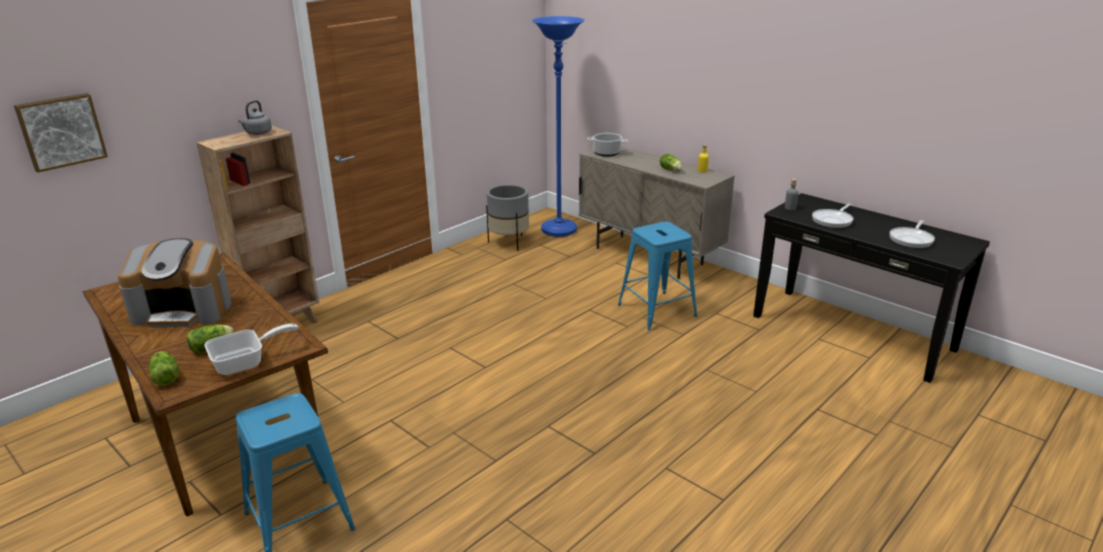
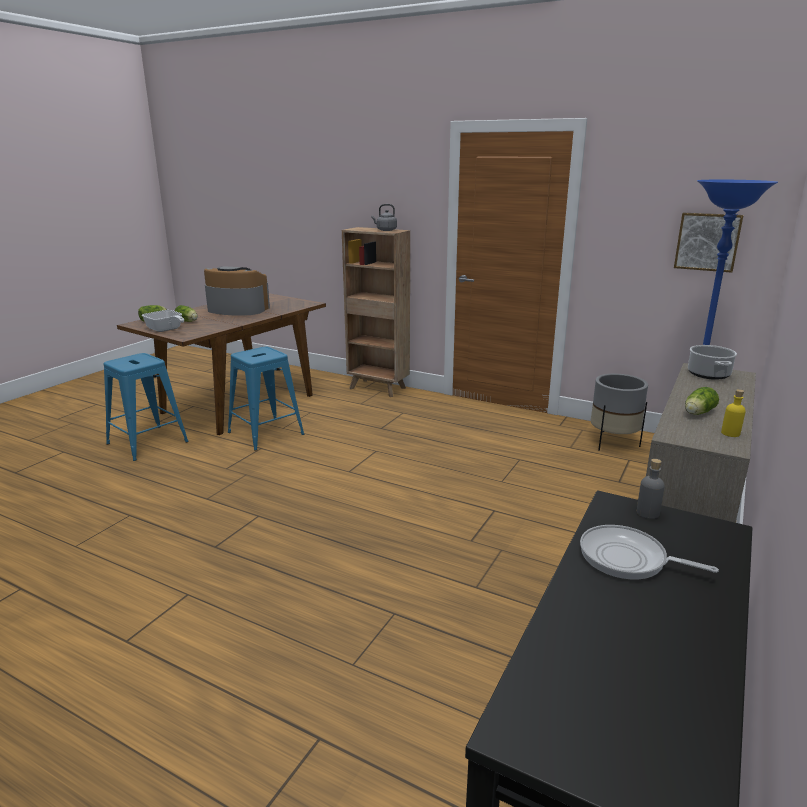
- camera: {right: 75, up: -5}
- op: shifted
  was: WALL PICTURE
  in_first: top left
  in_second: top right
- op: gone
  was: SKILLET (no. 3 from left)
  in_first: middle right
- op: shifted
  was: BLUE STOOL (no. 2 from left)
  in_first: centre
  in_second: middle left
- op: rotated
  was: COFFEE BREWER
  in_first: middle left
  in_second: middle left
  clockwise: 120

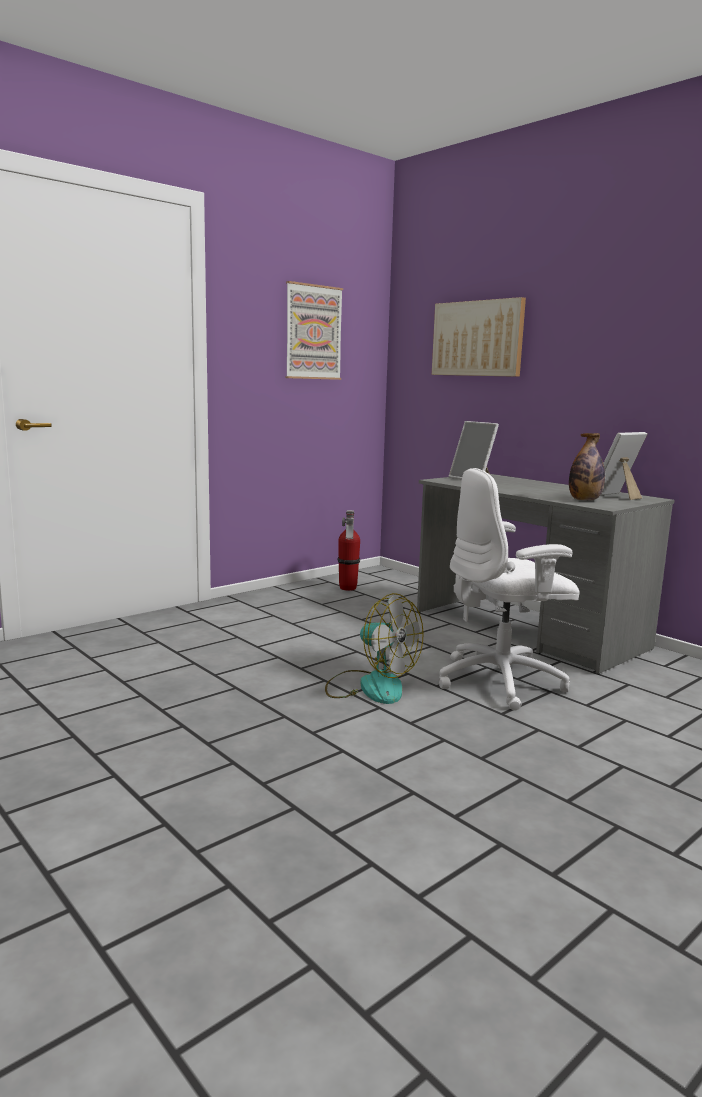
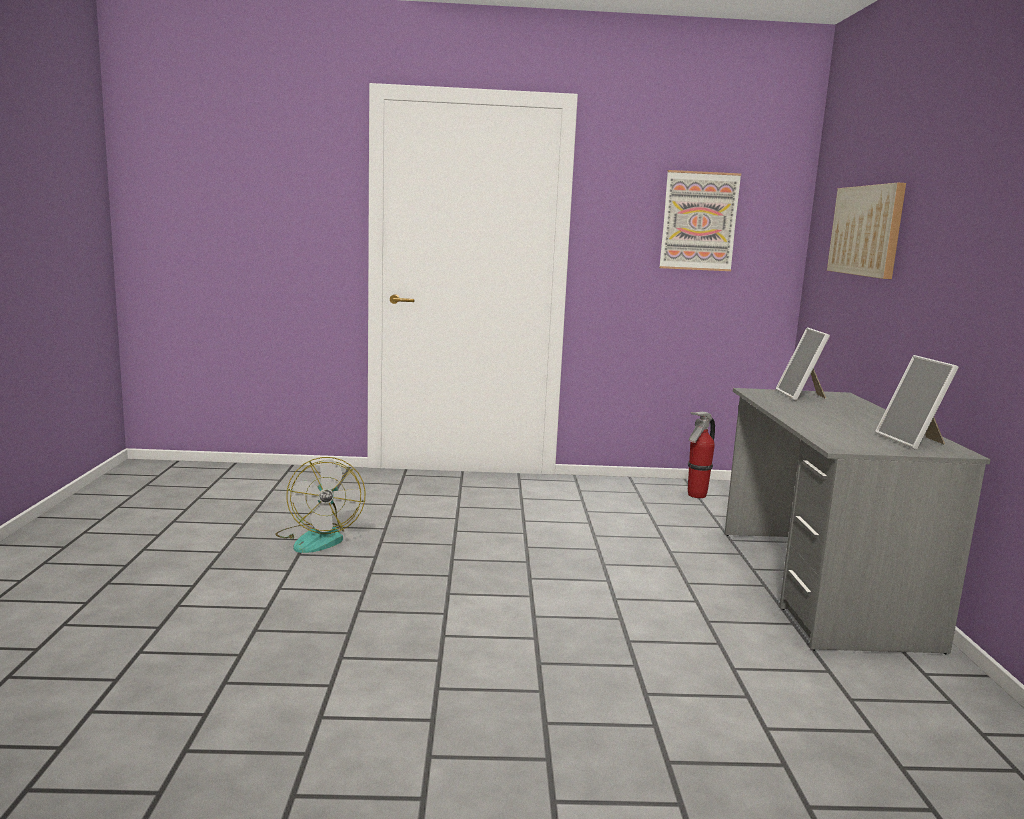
- camera: {right: 40, up: 0}
- op: rotated
  was: PHOTO FRAME (no. 2 from left)
  in_first: middle right
  in_second: middle right
  clockwise: -105
- op: gone
  was: DRINK BOTTLE
  in_first: middle right
- op: gone
  was: WHITE COMPUTER CHAIR
  in_first: middle right
- op: shifted
  was: ELECTRIC FAN
  in_first: centre
  in_second: middle left

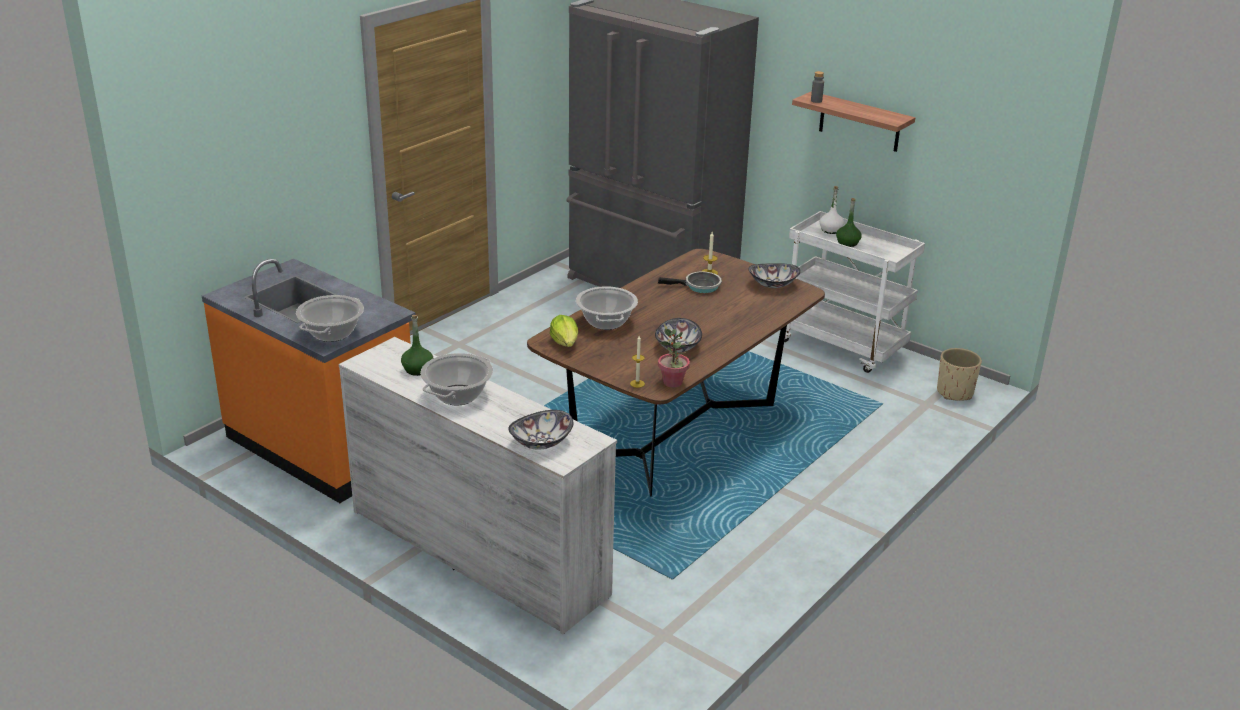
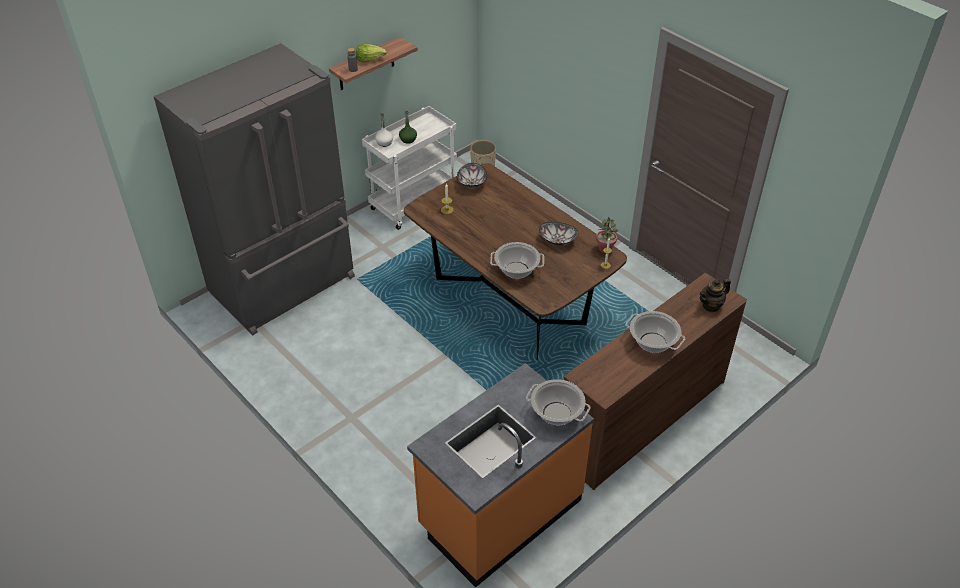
- camera: {right: -80, up: 15}
- op: gone
  was: SKILLET
  in_first: centre
- op: gone
  was: GREEN-COLOURED DRINK BOTTLE (no. 1 from left)
  in_first: centre
- op: shifted
  was: LETTUCE HEAD
  in_first: centre
  in_second: top centre
- op: repainted
  was: WHITE DRAWER CHEST
  now: BROWN DRAWER CHEST
  in_first: bottom centre
  in_second: middle right
- op: swapped
  was: BOWL (no. 1 from left)
  now: TEA POT
  in_first: centre
  in_second: middle right

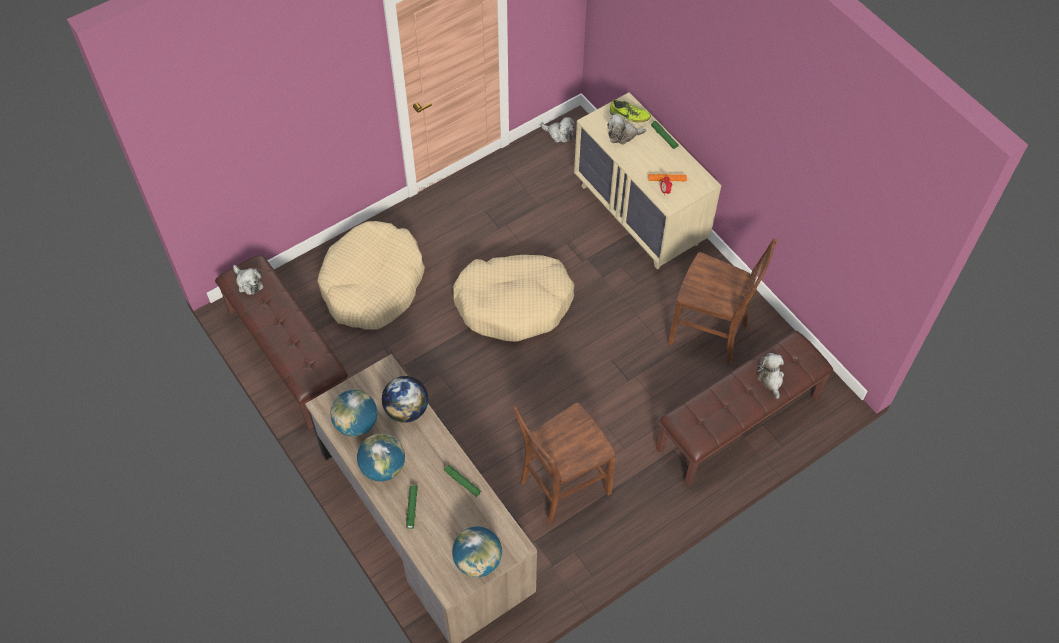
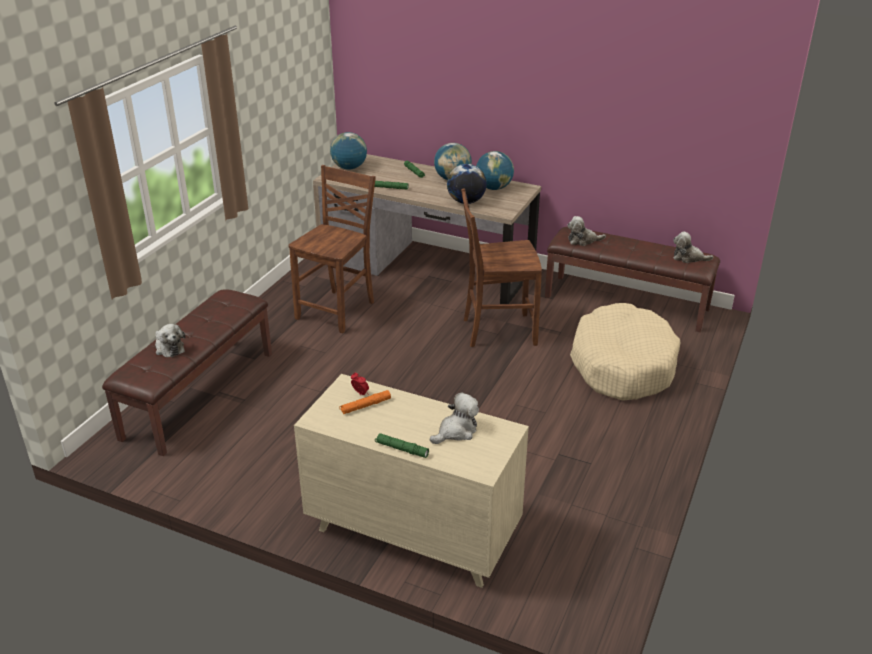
- camera: {right: 150, up: -25}
- op: gone
  was: ITEM OF FOOTWEAR
  in_first: top centre
- op: shifted
  was: PLUSH TOY (no. 2 from left in the first image)
  now: PLUSH TOY (no. 3 from left)
  in_first: top centre
  in_second: middle right
- op: shifted
  was: BROWN CHAIR (no. 2 from left)
  in_first: middle right
  in_second: centre
- op: gone
  was: SAND-COLOURED DOG BED (no. 2 from left)
  in_first: centre

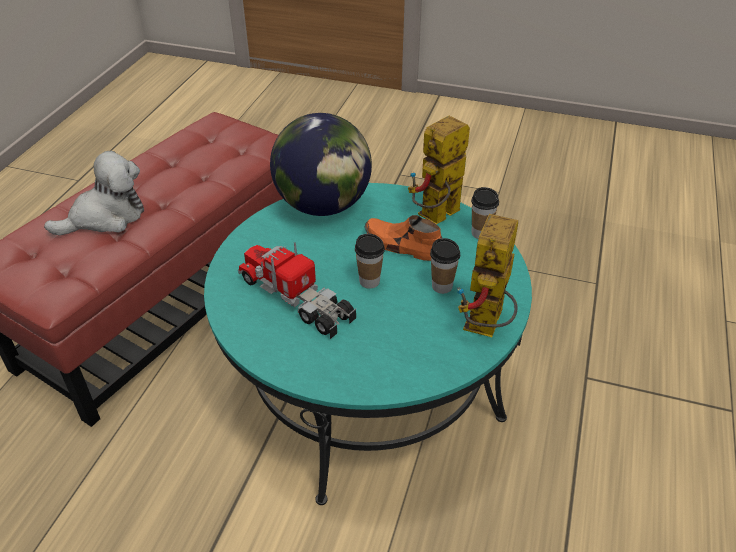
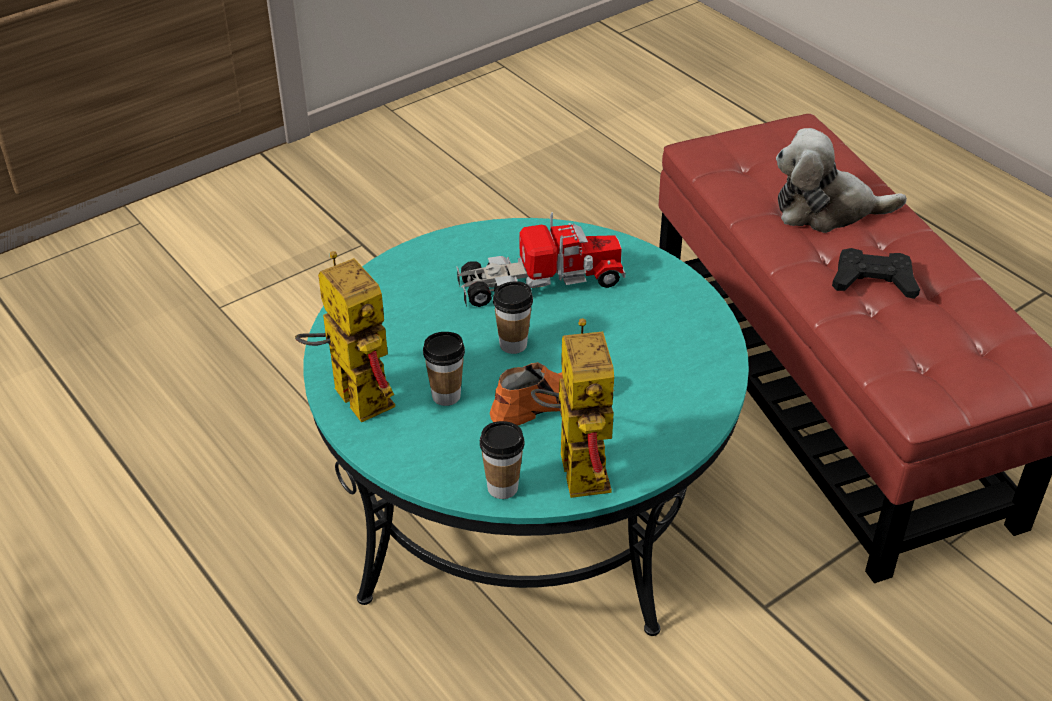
- camera: {right: 125, up: 0}
- op: gone
  was: WORLD GLOBE
  in_first: top centre
- op: rotated
  was: PLUSH TOY
  in_first: middle left
  in_second: top right
  clockwise: 90
- op: new
  now: BLACKISH GAMEPAD
  in_second: middle right

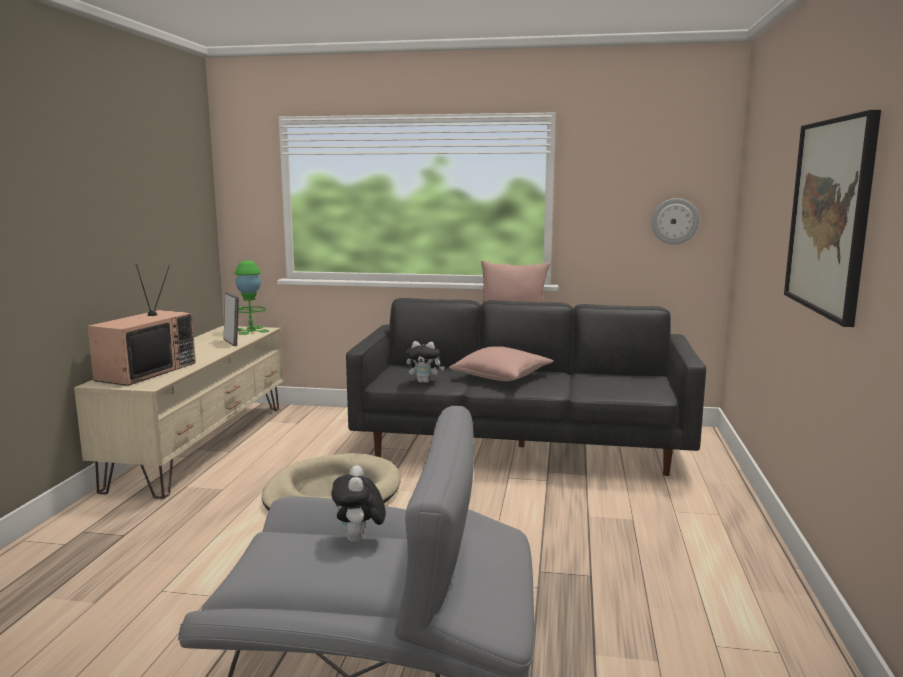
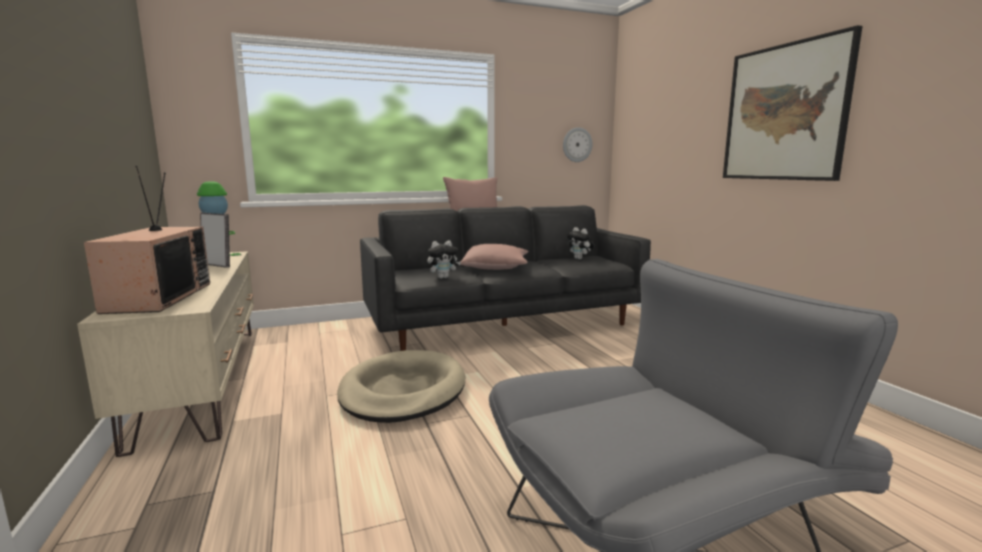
- camera: {right: -30, up: 0}
- op: shifted
  was: PLUSH TOY (no. 1 from left in the first image)
  now: PLUSH TOY (no. 2 from left)
  in_first: bottom centre
  in_second: centre

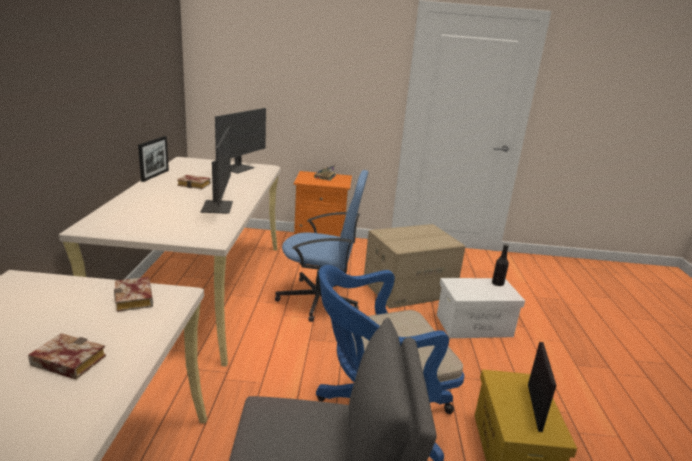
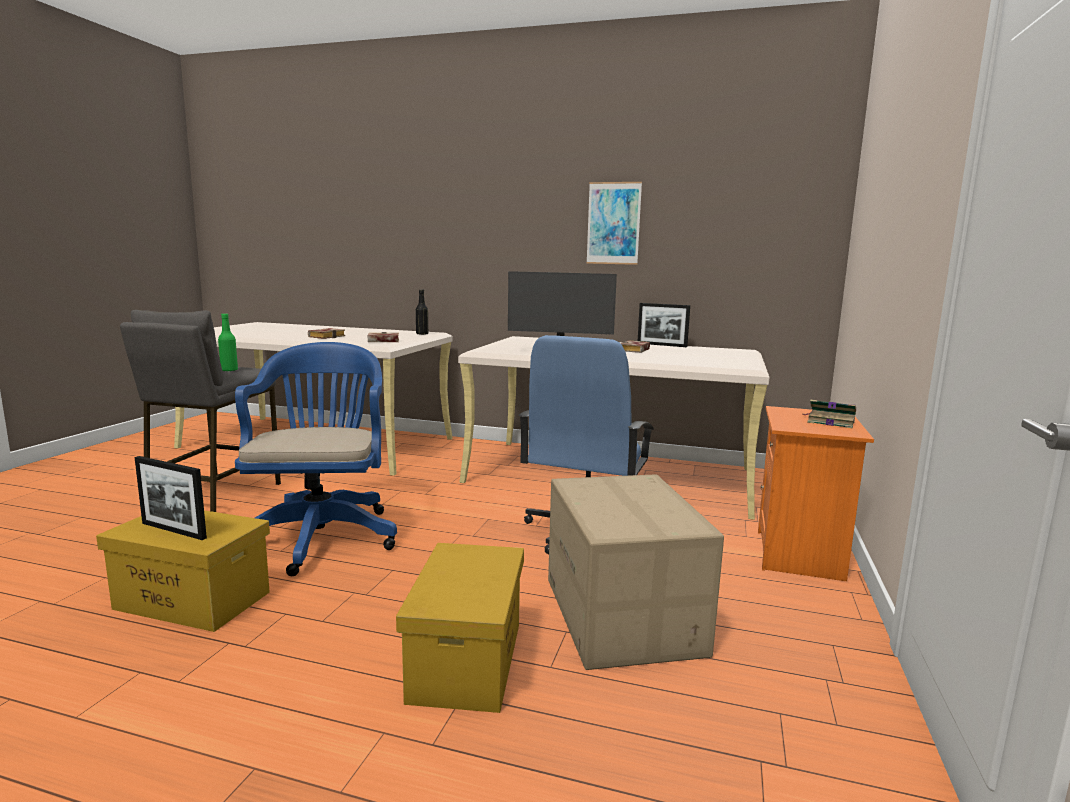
- camera: {right: 105, up: -10}
- op: gone
  was: COMPUTER DISPLAY (no. 2 from left)
  in_first: top centre
- op: shifted
  was: BLACKISH DRINK BOTTLE
  in_first: middle right
  in_second: centre
- op: repainted
  was: WHITE STORAGE BOX
  now: YELLOW-COLOURED STORAGE BOX (no. 2 from left)
  in_first: bottom right
  in_second: bottom centre
- op: new
  now: WALL PICTURE
  in_second: top centre
- op: new
  now: GREEN-COLOURED DRINK BOTTLE
  in_second: middle left

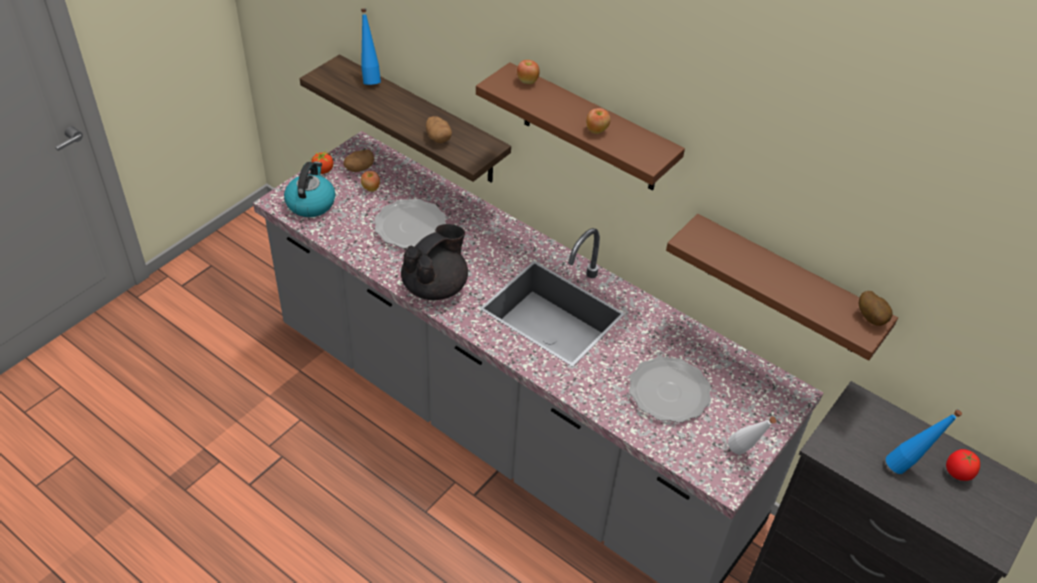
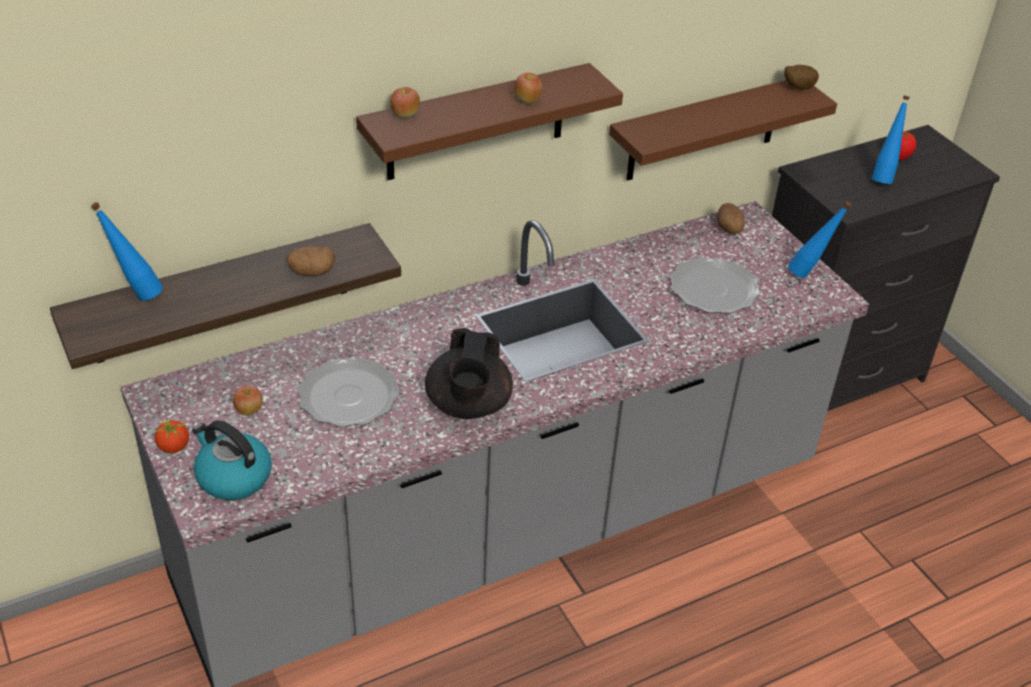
- camera: {right: -65, up: -5}
- op: shifted
  was: SPUD (no. 1 from left in the first image)
  now: SPUD (no. 2 from left)
  in_first: top centre
  in_second: top right
- op: rotated
  was: BLACKISH TEA POT
  in_first: centre
  in_second: centre
  clockwise: -150
- op: repainted
  was: WHITE DRINK BOTTLE
  now: BLUE DRINK BOTTLE (no. 2 from left)
  in_first: bottom right
  in_second: middle right

